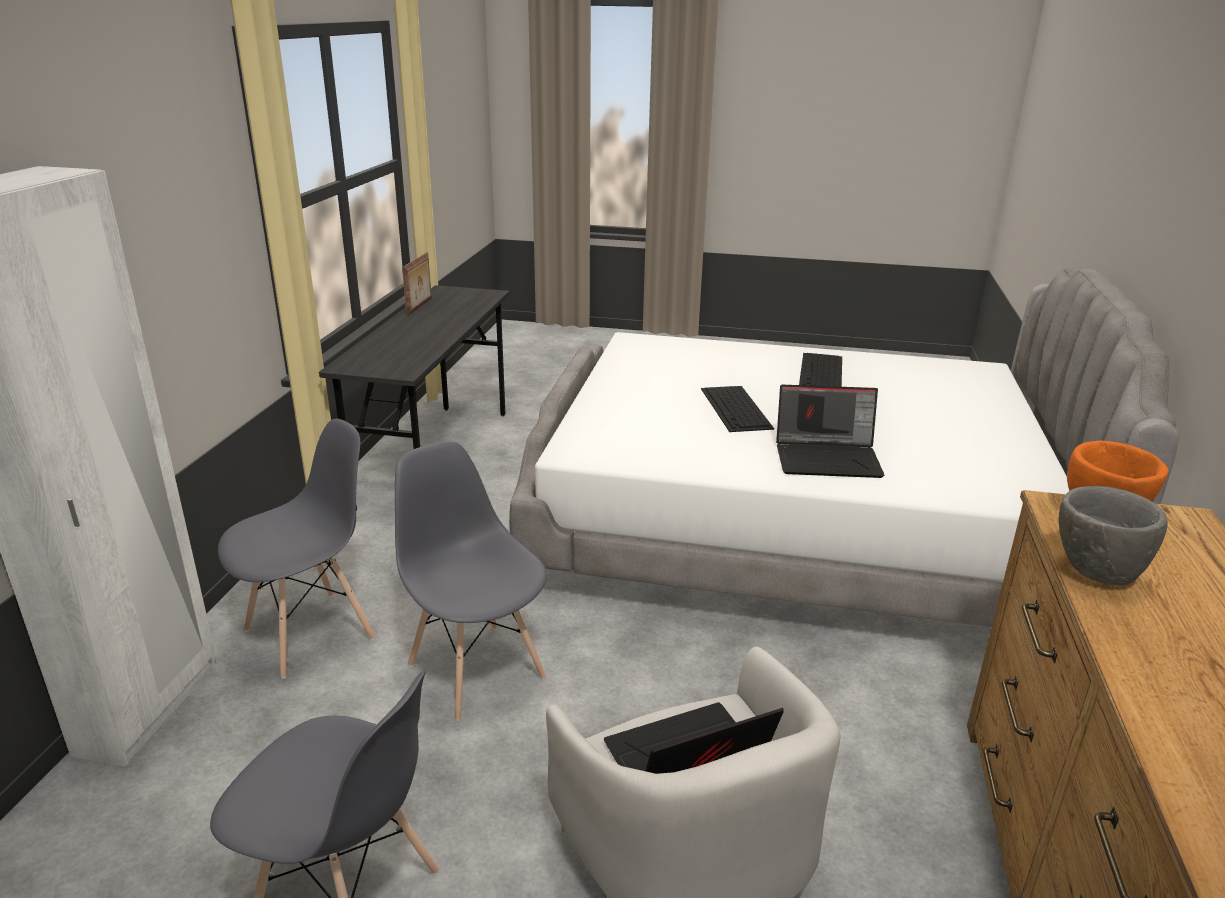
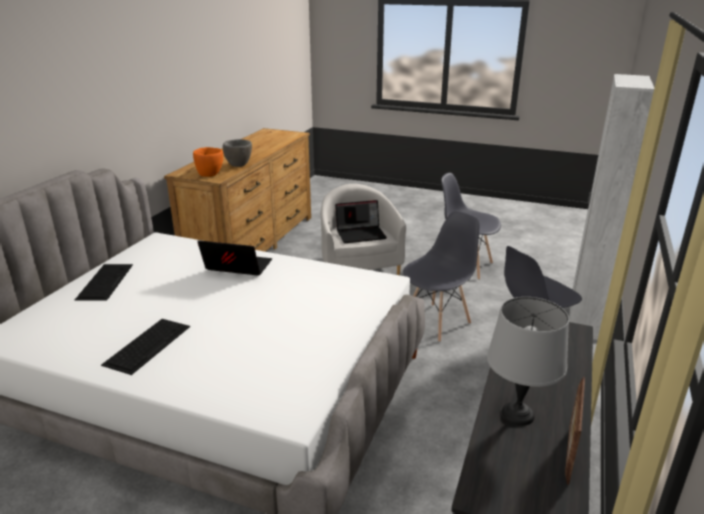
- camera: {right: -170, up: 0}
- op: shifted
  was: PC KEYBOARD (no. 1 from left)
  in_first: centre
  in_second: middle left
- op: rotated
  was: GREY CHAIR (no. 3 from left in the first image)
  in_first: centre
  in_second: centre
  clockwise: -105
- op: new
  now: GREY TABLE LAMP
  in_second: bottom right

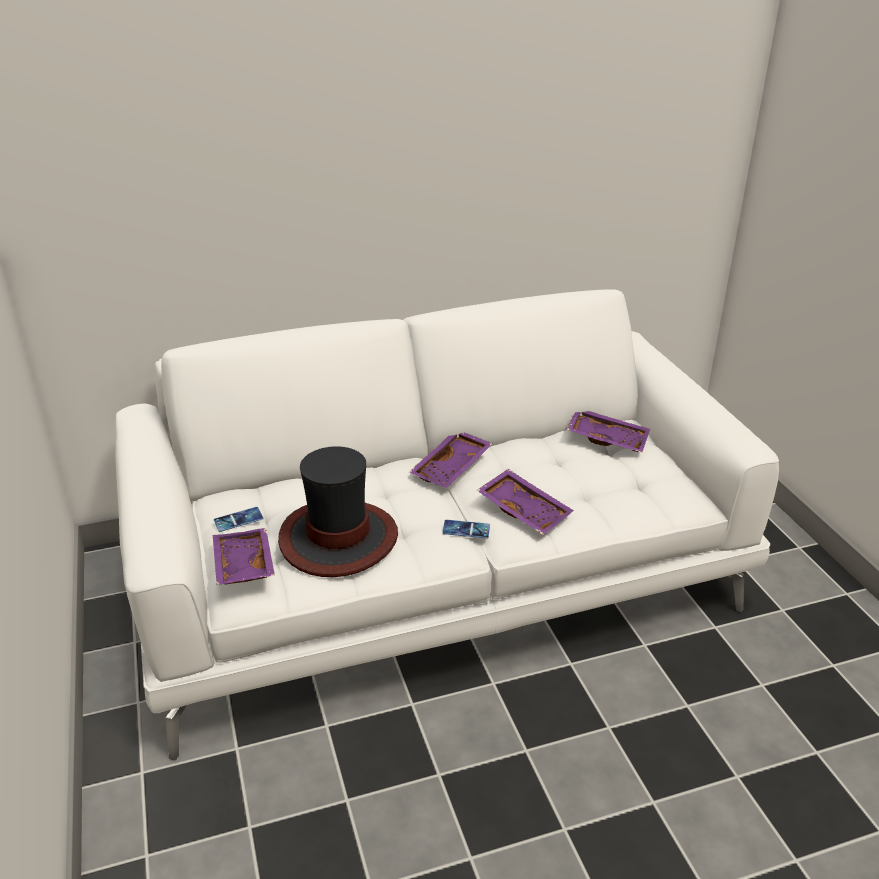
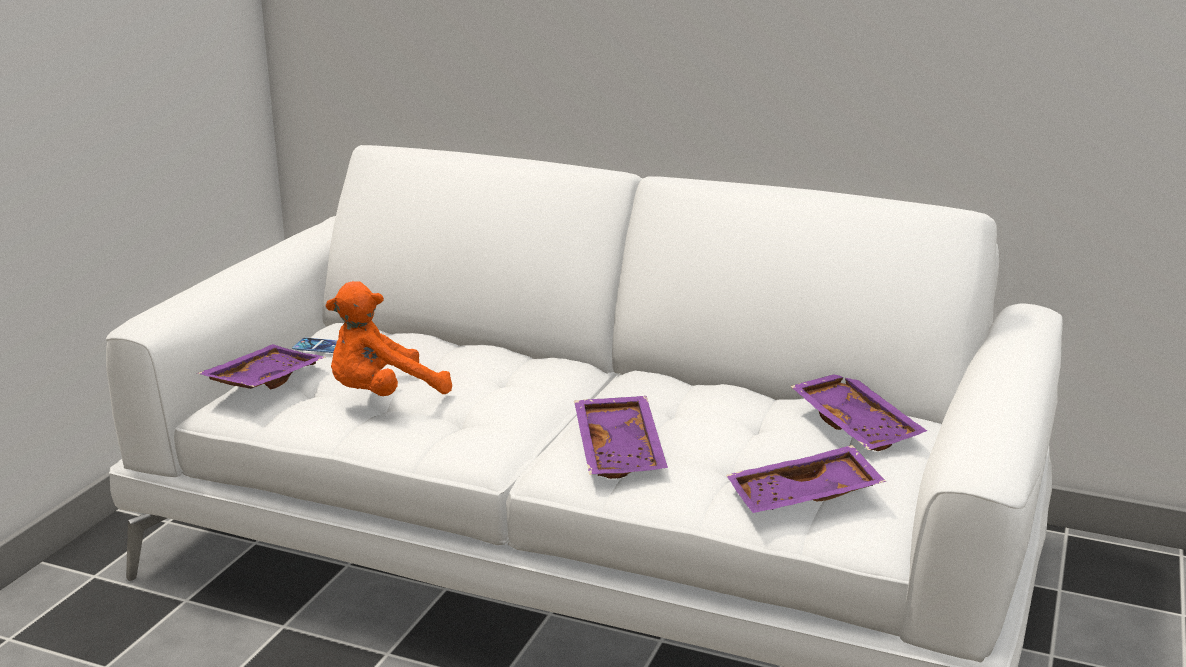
- camera: {right: 40, up: -10}
- op: shifted
  was: PURPLE SERVING TRAY (no. 2 from left in the first image)
  now: PURPLE SERVING TRAY (no. 3 from left)
  in_first: centre
  in_second: bottom right
- op: swapped
  was: WEARABLE HAT
  now: ORANGEY PLUSH TOY
  in_first: centre
  in_second: middle left
- op: gone
  was: TELEPHONE (no. 2 from left)
  in_first: centre

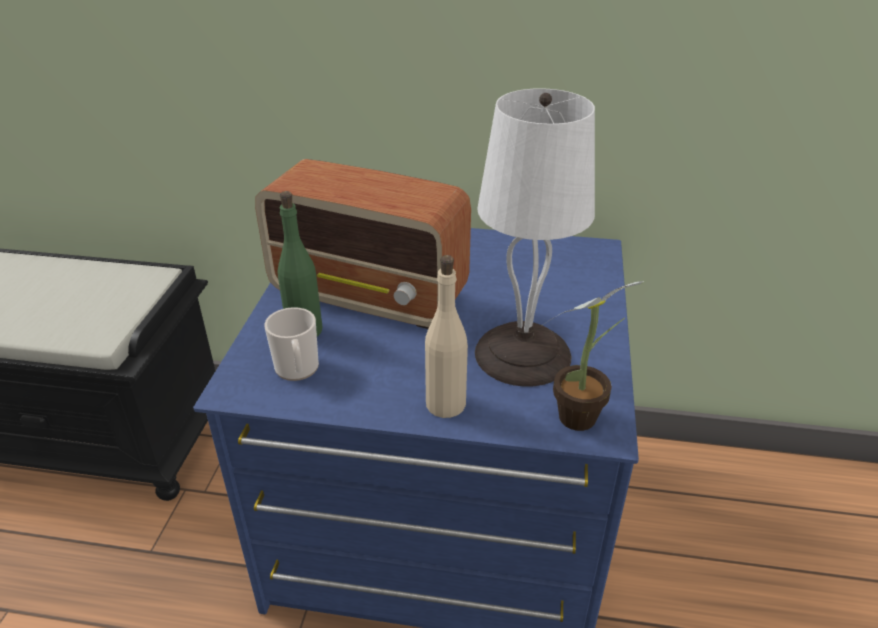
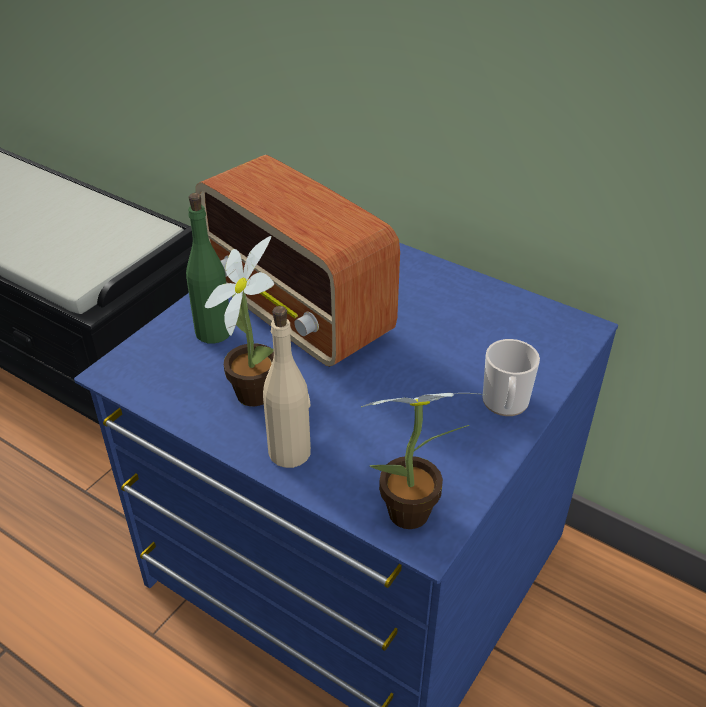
- camera: {right: 25, up: 5}
- op: gone
  was: WHITE TABLE LAMP
  in_first: centre
- op: shifted
  was: MUG
  in_first: middle left
  in_second: middle right
- op: new
  now: PLANT IN A POT (no. 1 from left)
  in_second: centre

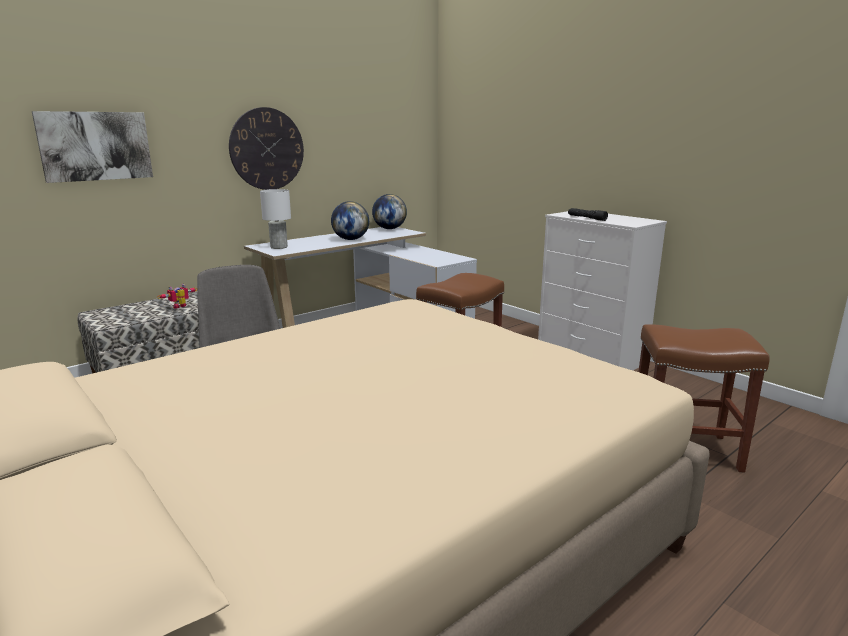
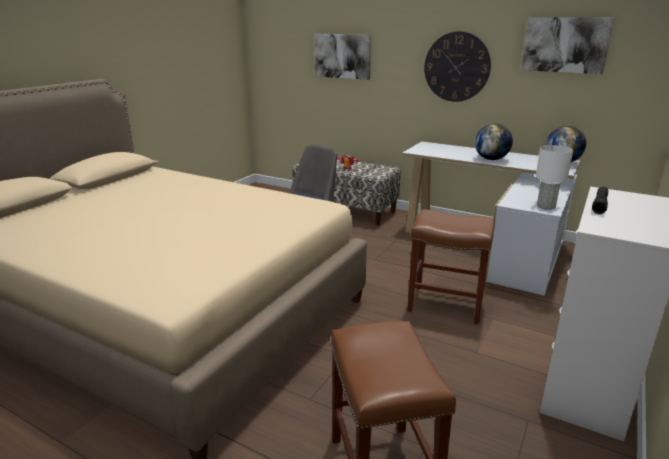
- camera: {right: 70, up: 5}
- op: shifted
  was: WHITE TABLE LAMP
  in_first: middle left
  in_second: middle right
- op: new
  now: WALL PICTURE (no. 2 from left)
  in_second: top right

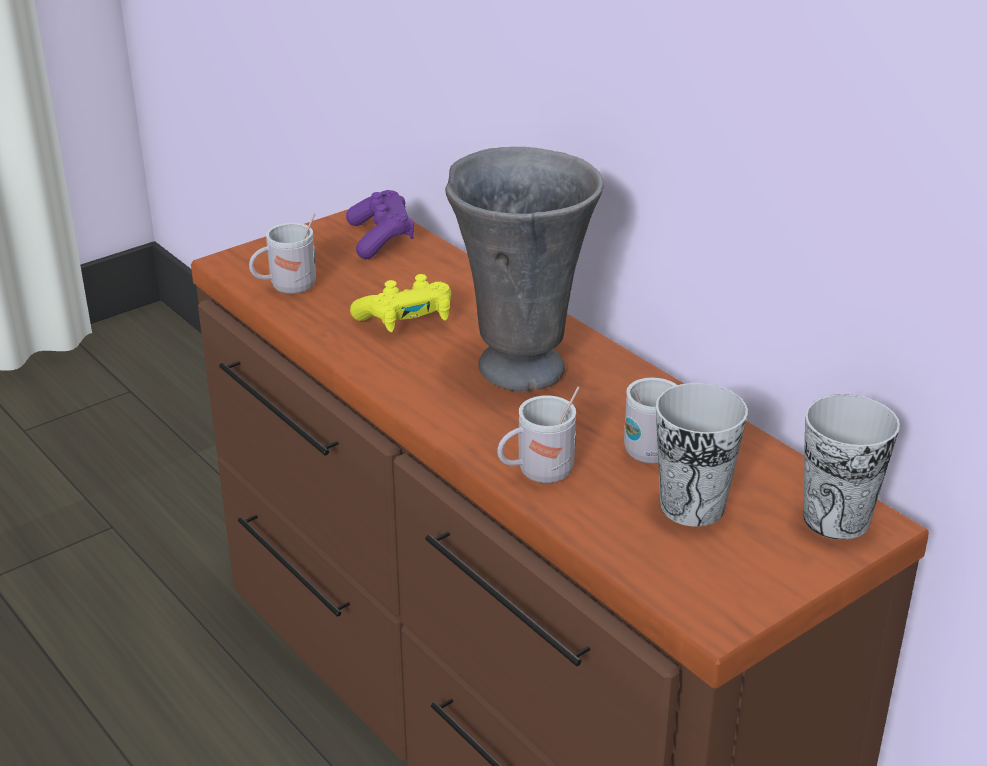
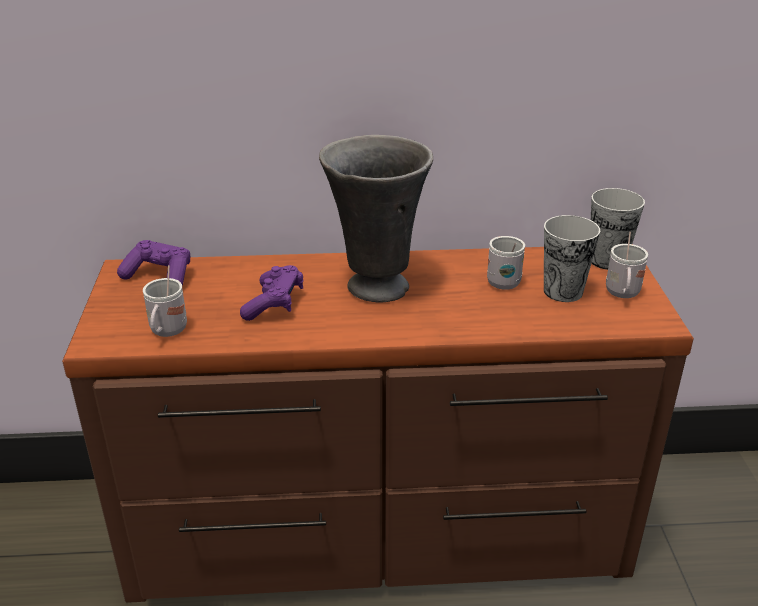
- camera: {right: -55, up: 0}
- op: repainted
  was: YELLOW-COLOURED GAMEPAD
  now: PURPLE GAMEPAD (no. 2 from left)
  in_first: centre
  in_second: centre
- op: shifted
  was: WHITE MUG (no. 2 from left in the first image)
  now: WHITE MUG (no. 3 from left)
  in_first: centre
  in_second: middle right

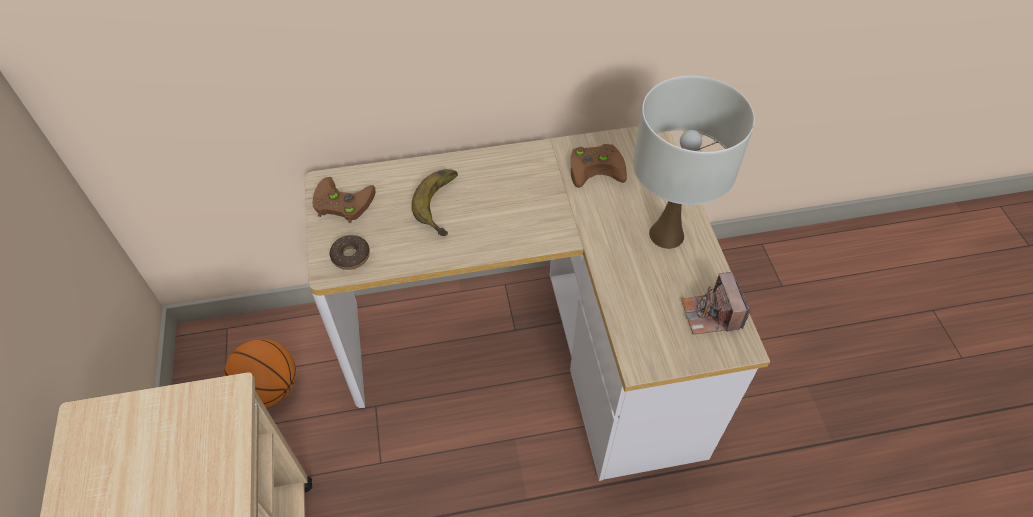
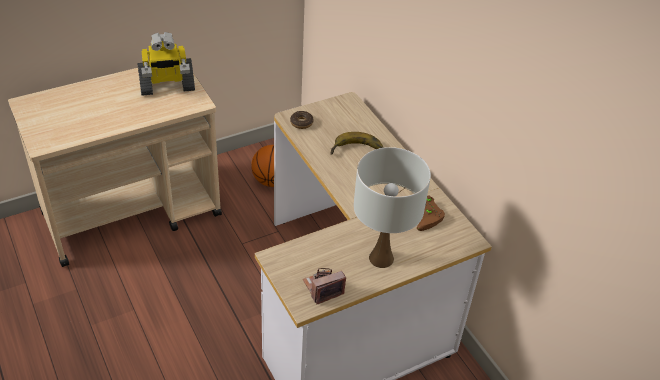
- camera: {right: 70, up: -10}
- op: gone
  was: BROWN GAMEPAD (no. 1 from left)
  in_first: middle left
- op: new
  now: ROBOT FIGURE
  in_second: top left

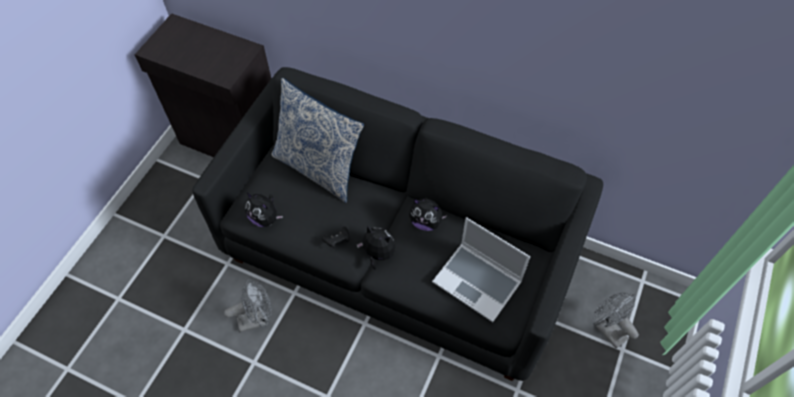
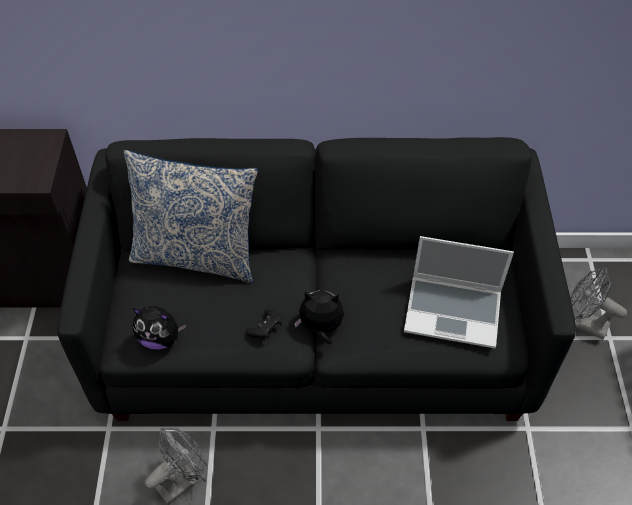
- camera: {right: -25, up: -5}
- op: gone
  was: PLUSH TOY (no. 3 from left)
  in_first: centre

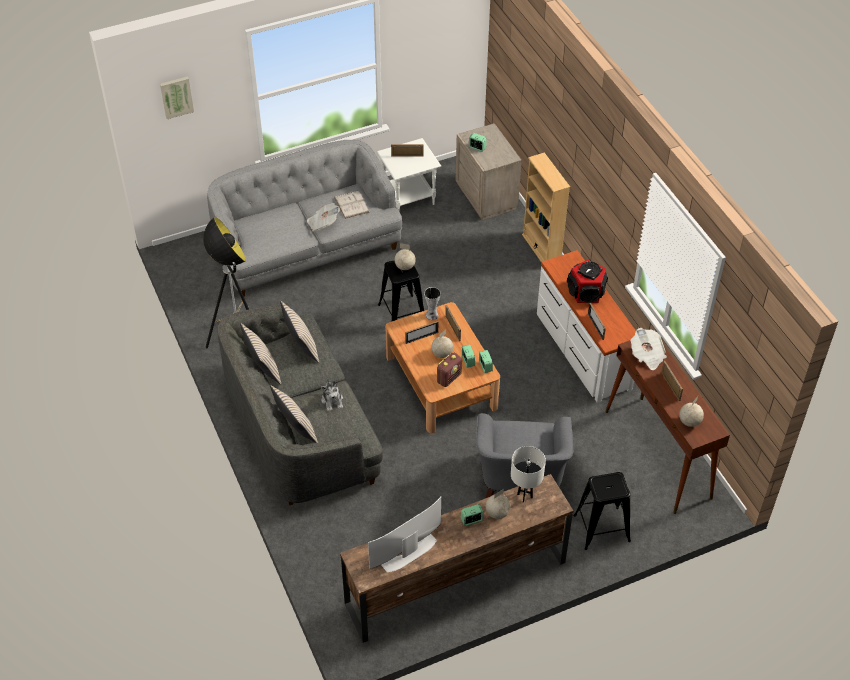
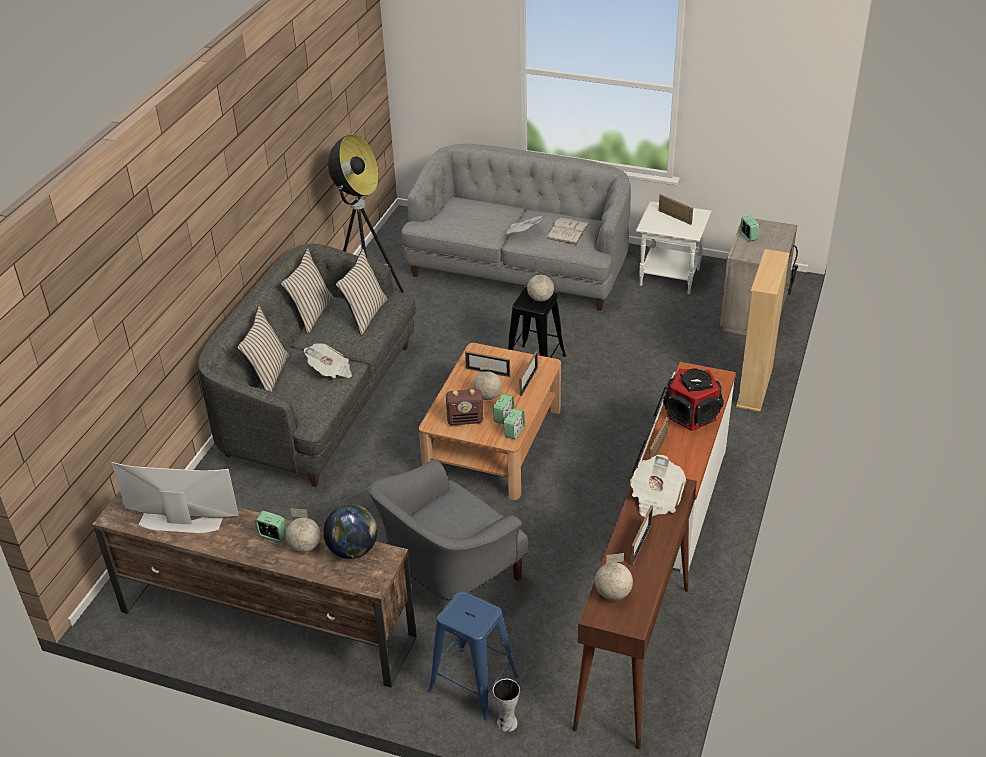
- camera: {right: 45, up: -10}
- op: gone
  was: WALL PICTURE
  in_first: top left
- op: shifted
  was: FLOWER VASE
  in_first: centre
  in_second: bottom centre
- op: swapped
  was: PLUSH TOY
  now: PRINTED PAPER (no. 1 from left)
  in_first: centre
  in_second: middle left
- op: swapped
  was: WHITE TABLE LAMP
  now: WORLD GLOBE (no. 2 from left)
  in_first: bottom centre
  in_second: bottom centre
- op: repainted
  was: BLACKISH STOOL (no. 2 from left)
  now: BLUE STOOL
  in_first: bottom right
  in_second: bottom centre

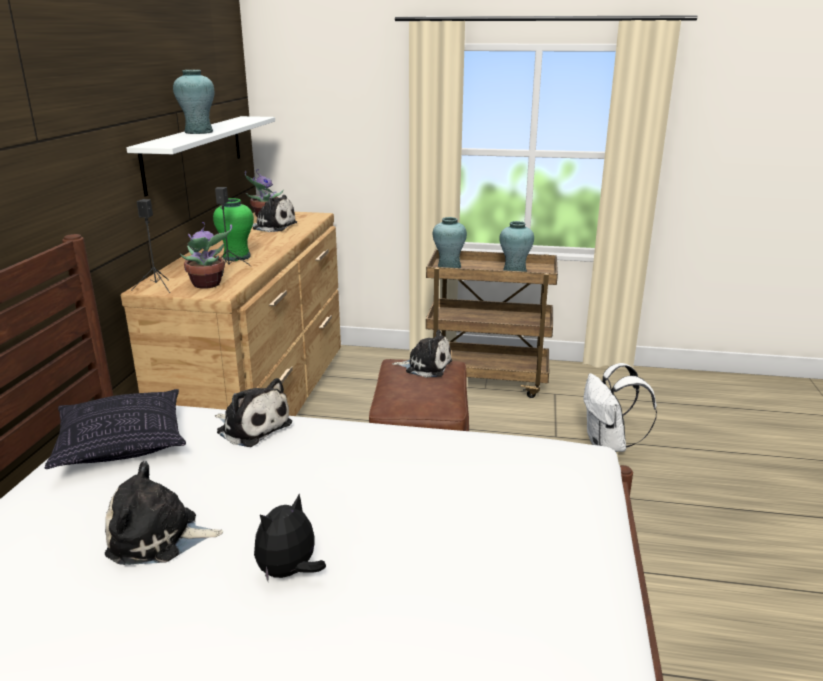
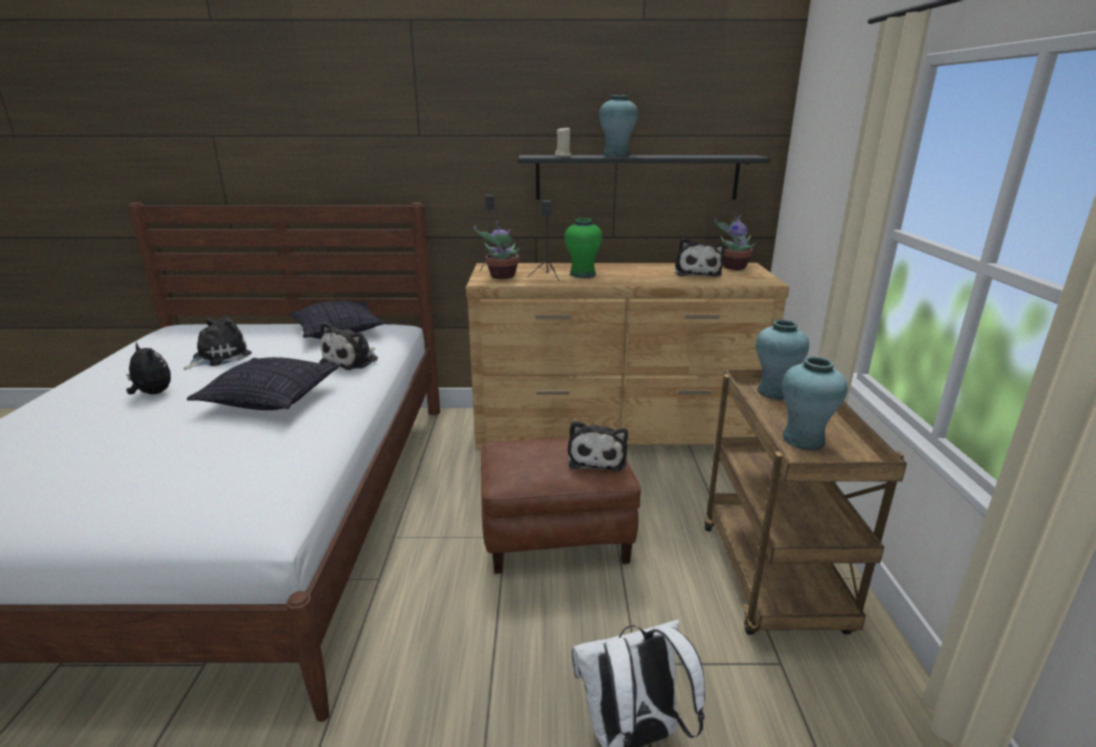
- camera: {right: 80, up: 0}
- op: repainted
  was: WHITE SHELF
  now: BLACKISH SHELF
  in_first: top left
  in_second: top centre
- op: rotated
  was: PLUSH TOY (no. 1 from left in the first image)
  in_first: bottom left
  in_second: middle left
  clockwise: 45
- op: new
  now: SAND-COLOURED CANDLE
  in_second: top centre
- op: new
  now: CUSHION (no. 1 from left)
  in_second: middle left

